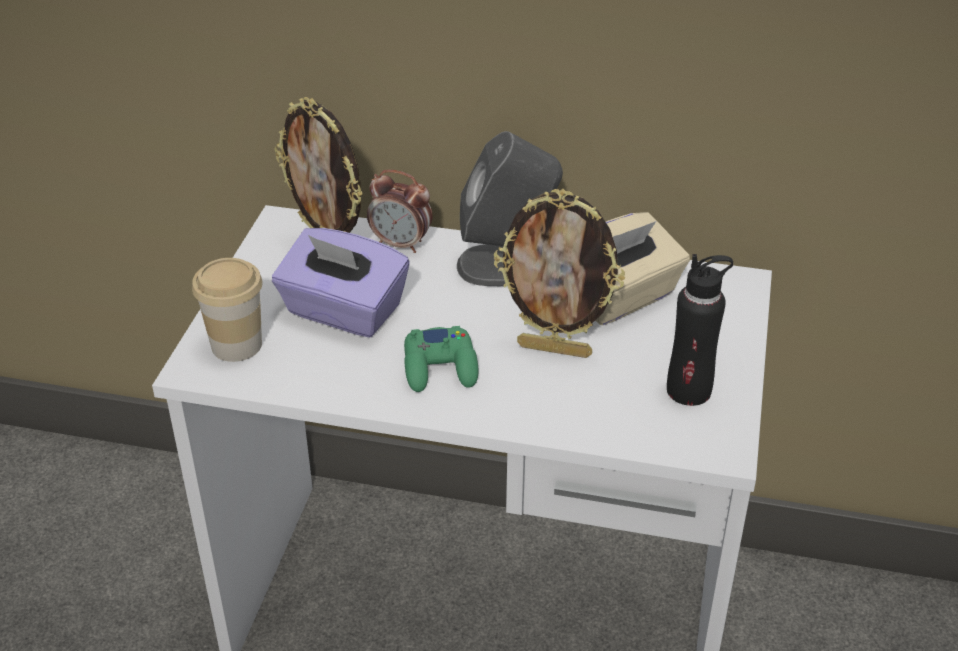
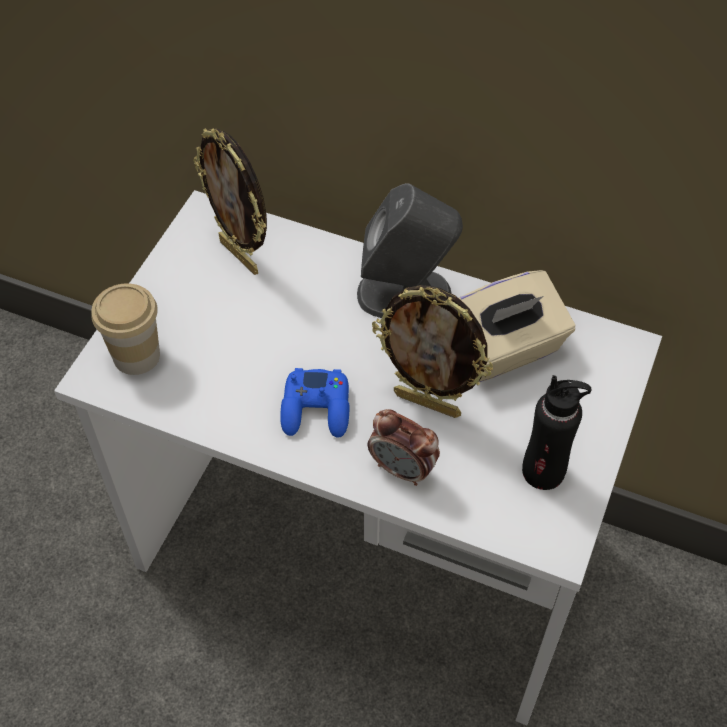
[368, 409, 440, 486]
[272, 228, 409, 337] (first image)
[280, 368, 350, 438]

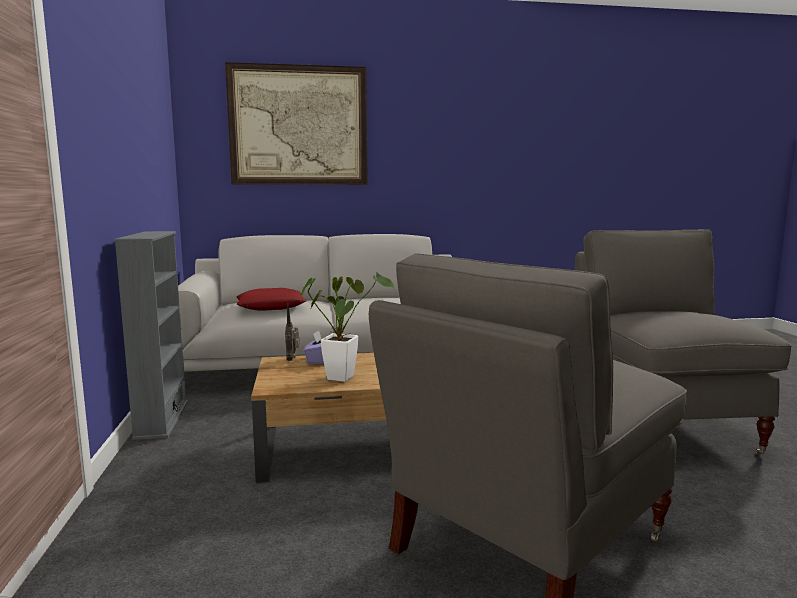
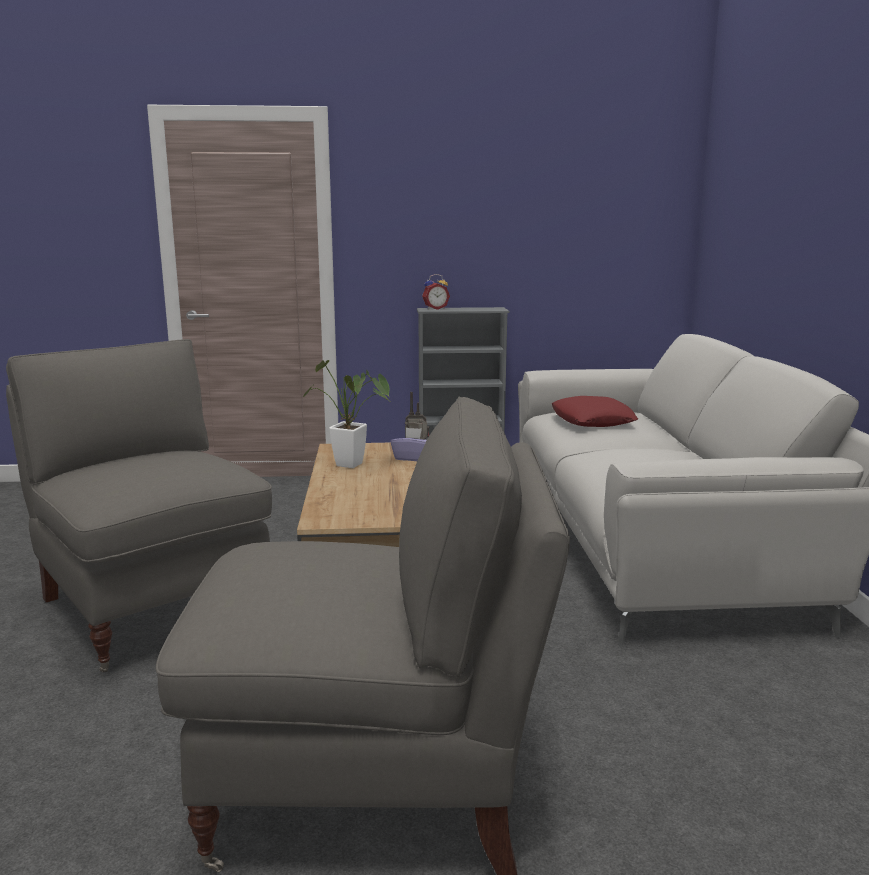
[225, 62, 368, 185] (first image)
[422, 274, 450, 310]

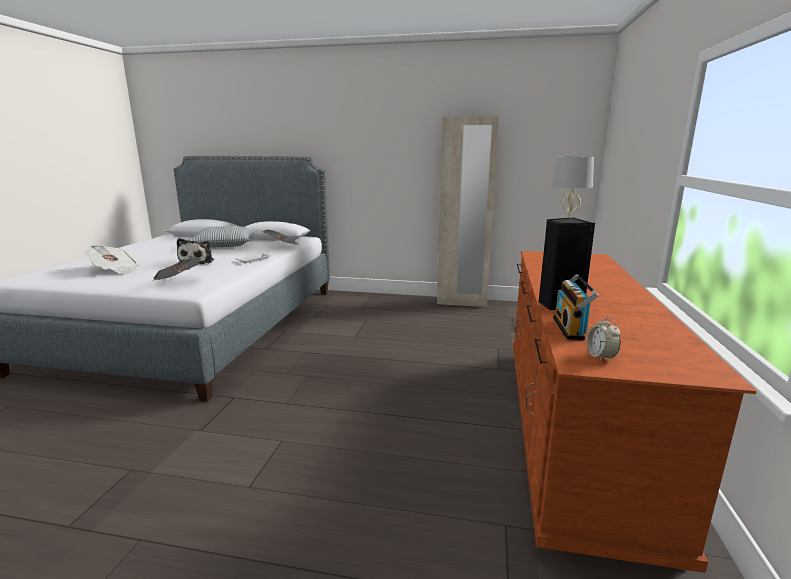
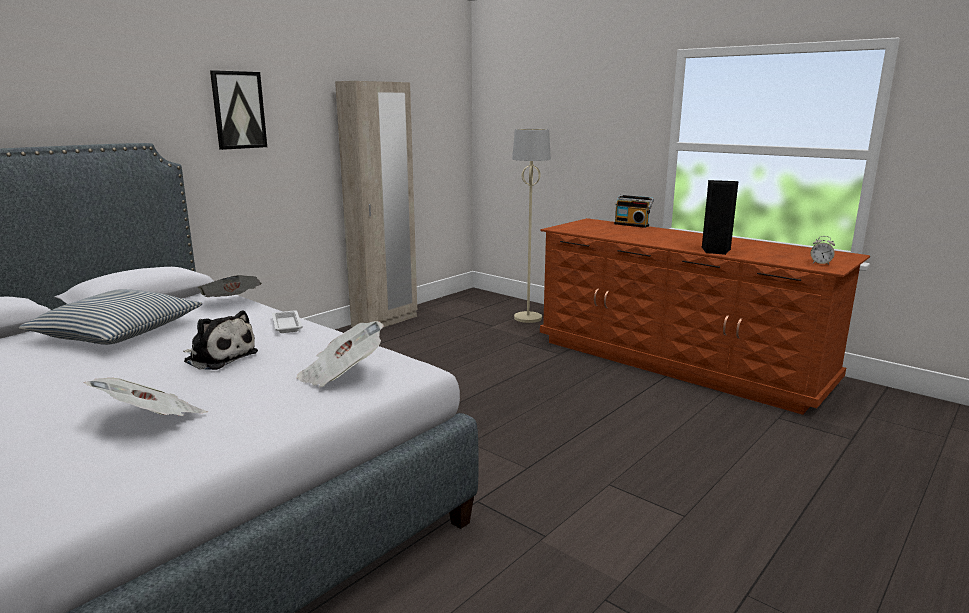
[614, 195, 654, 228]
[210, 70, 267, 150]

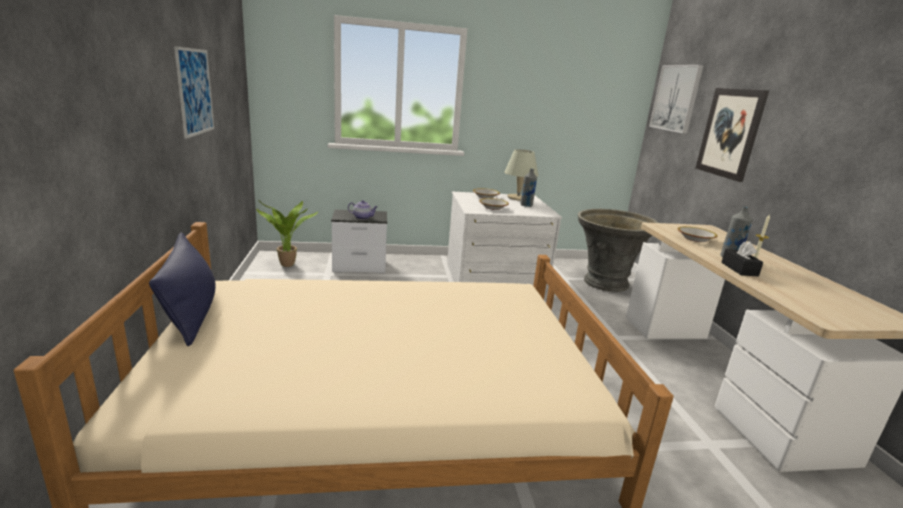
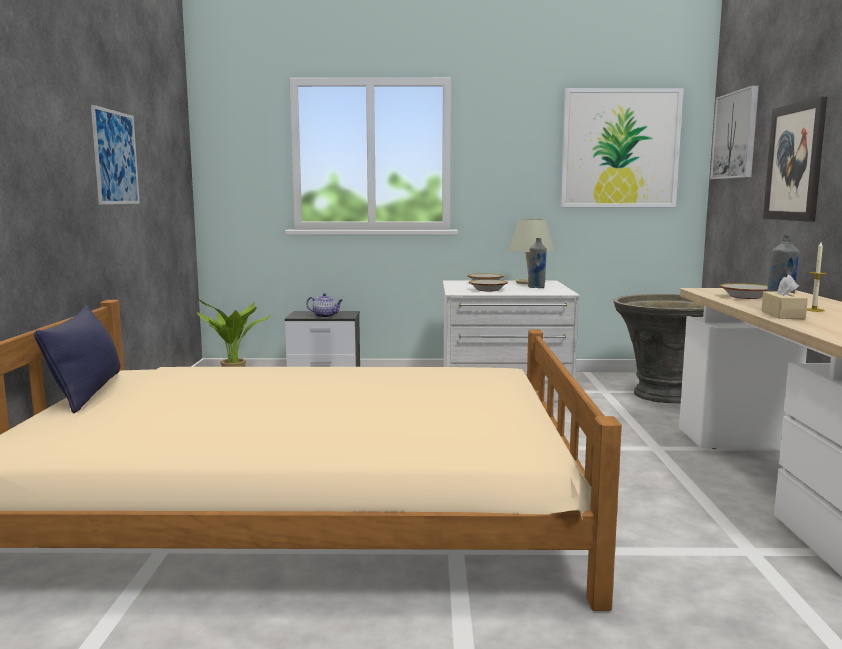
[762, 275, 808, 319]
[561, 88, 683, 207]

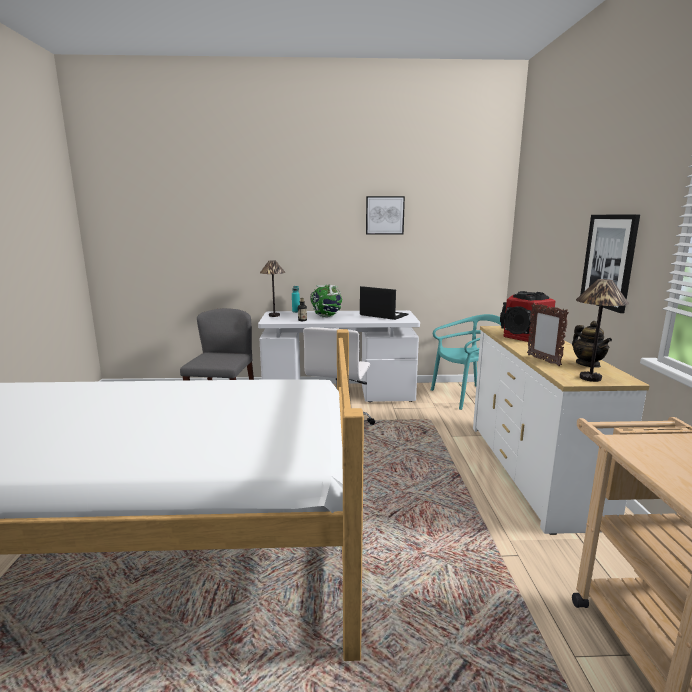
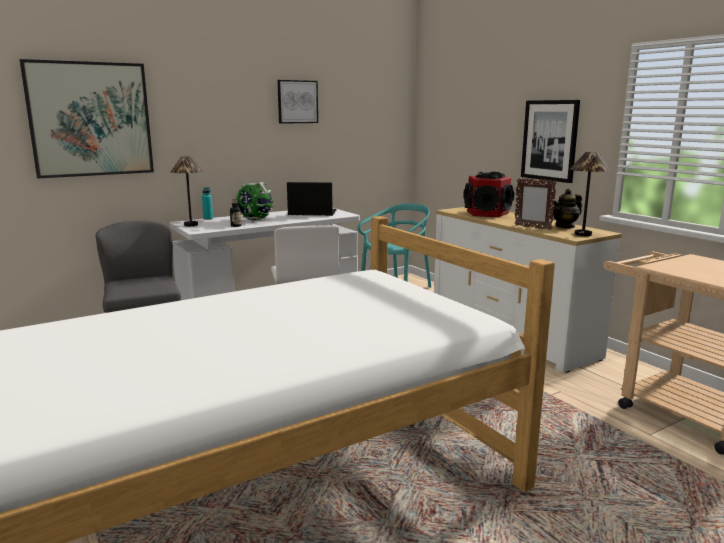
[552, 189, 582, 229]
[20, 59, 154, 179]

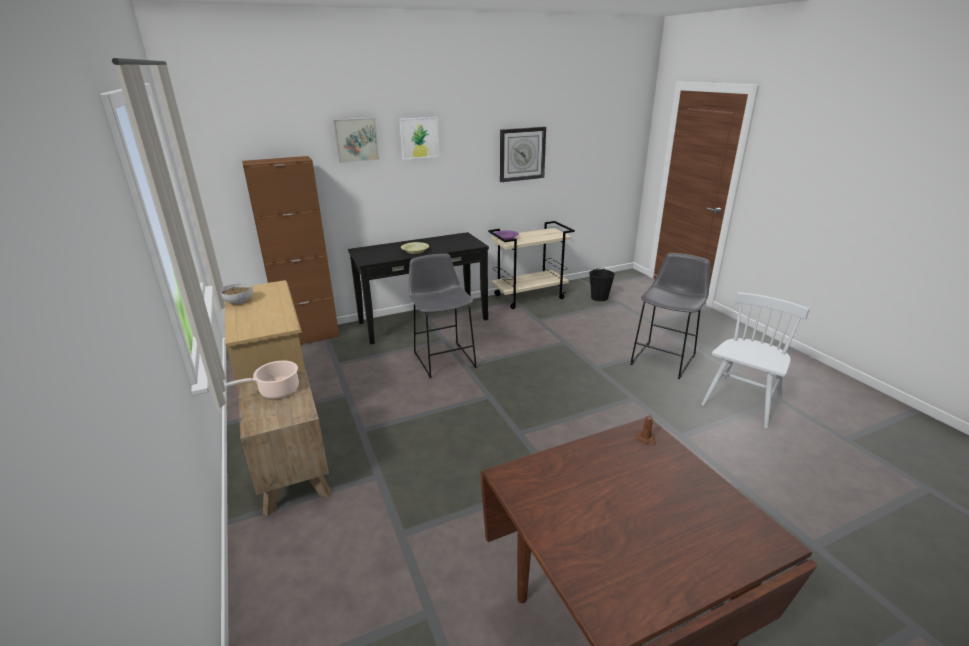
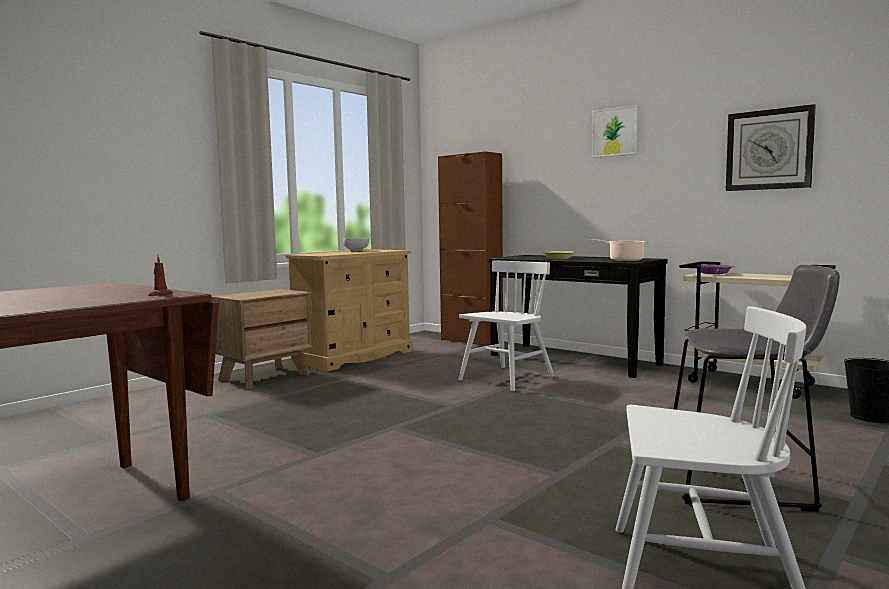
[333, 118, 379, 163] (first image)
[458, 260, 555, 391]
[587, 239, 646, 261]

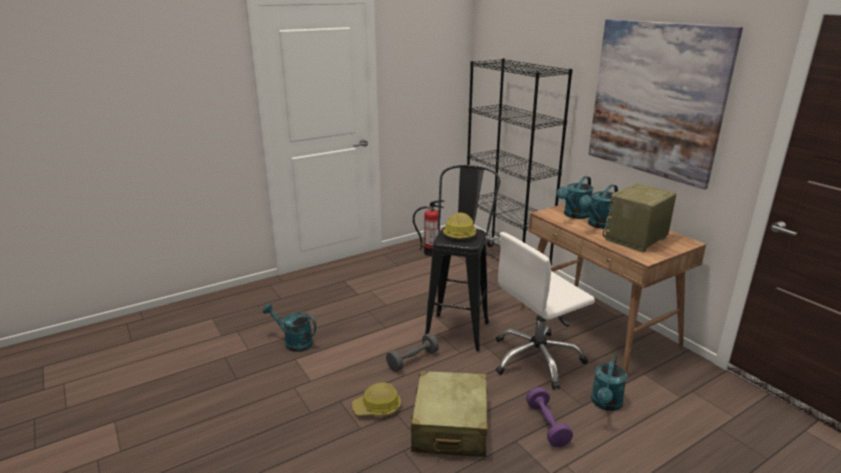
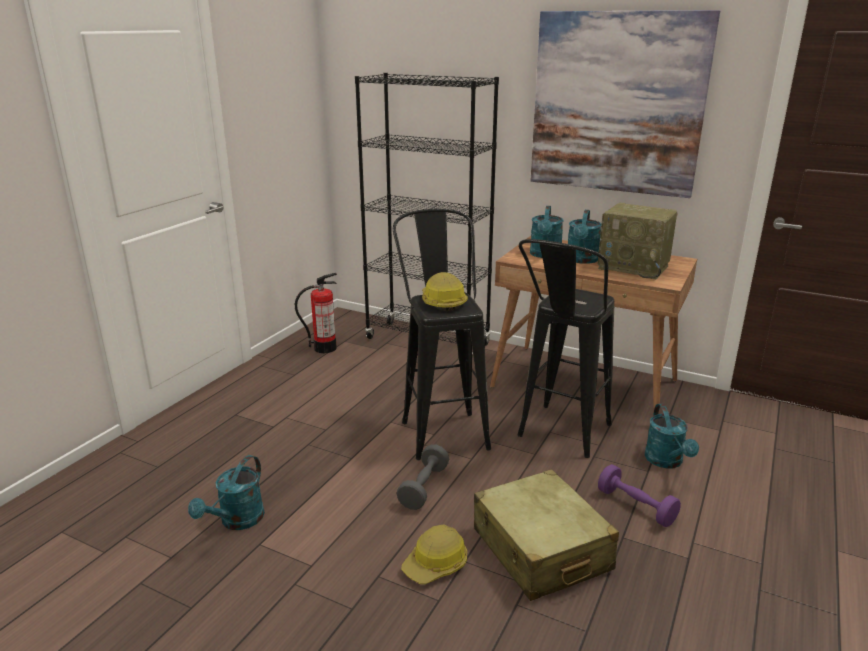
[597, 203, 678, 279]
[517, 239, 614, 458]
[188, 455, 265, 530]

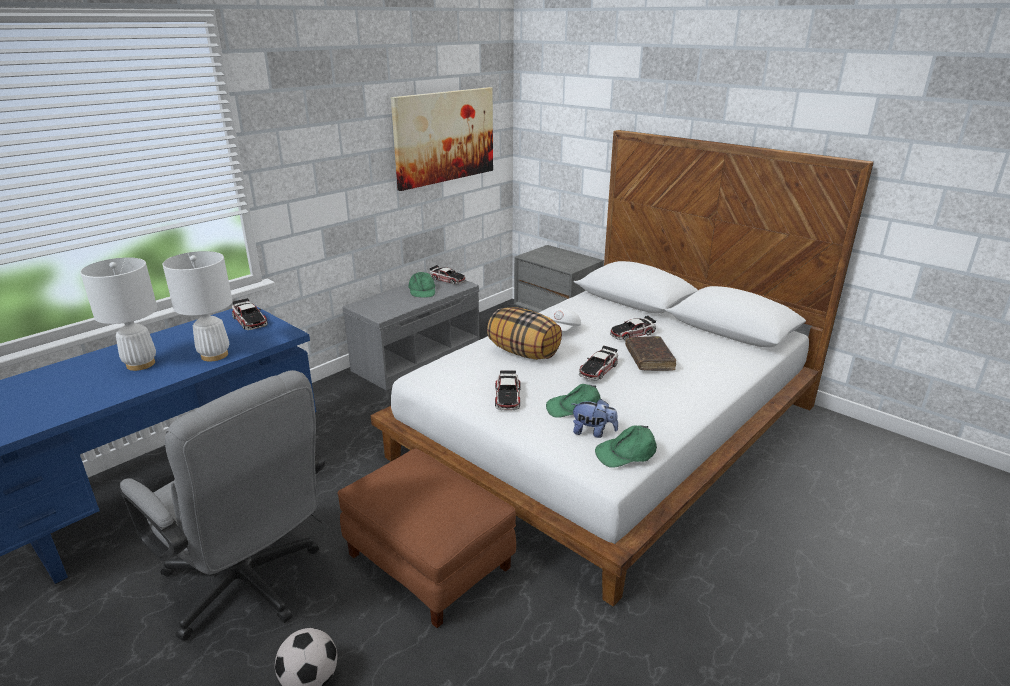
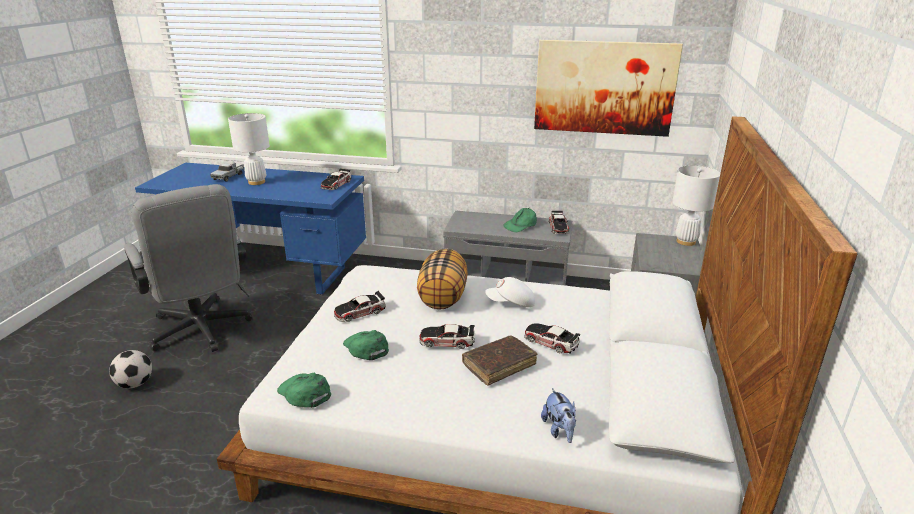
[672, 165, 720, 246]
[124, 184, 252, 352]
[541, 388, 576, 443]
[337, 448, 516, 628] (first image)
[210, 163, 244, 182]

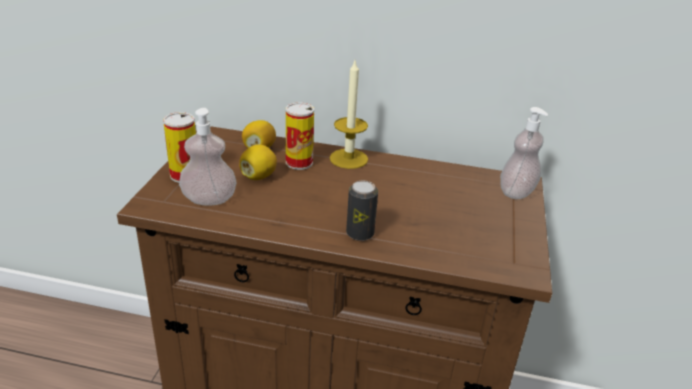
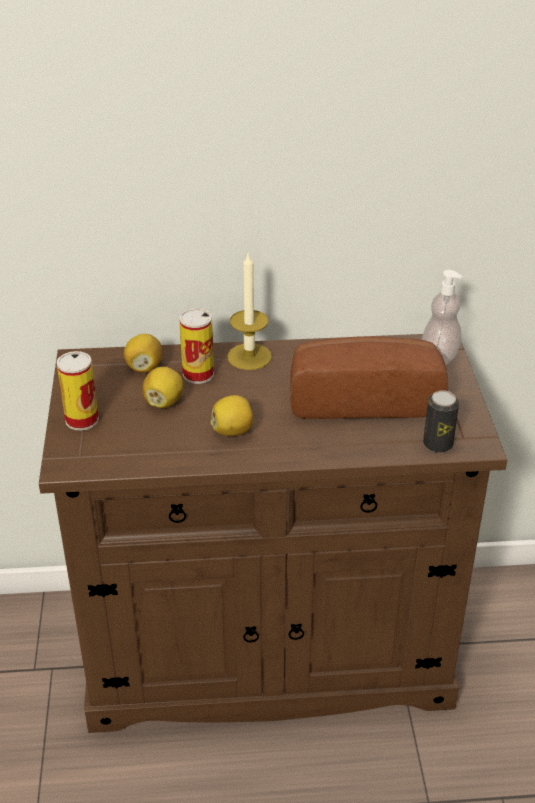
[179, 108, 236, 206] (first image)
[423, 390, 459, 453]
[290, 336, 448, 419]
[211, 395, 253, 436]

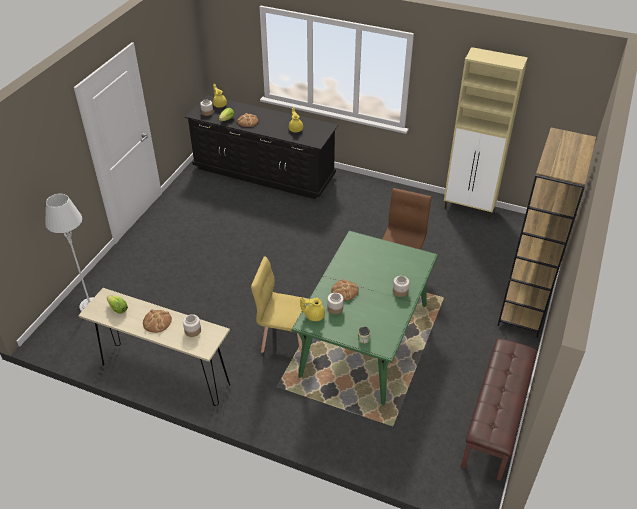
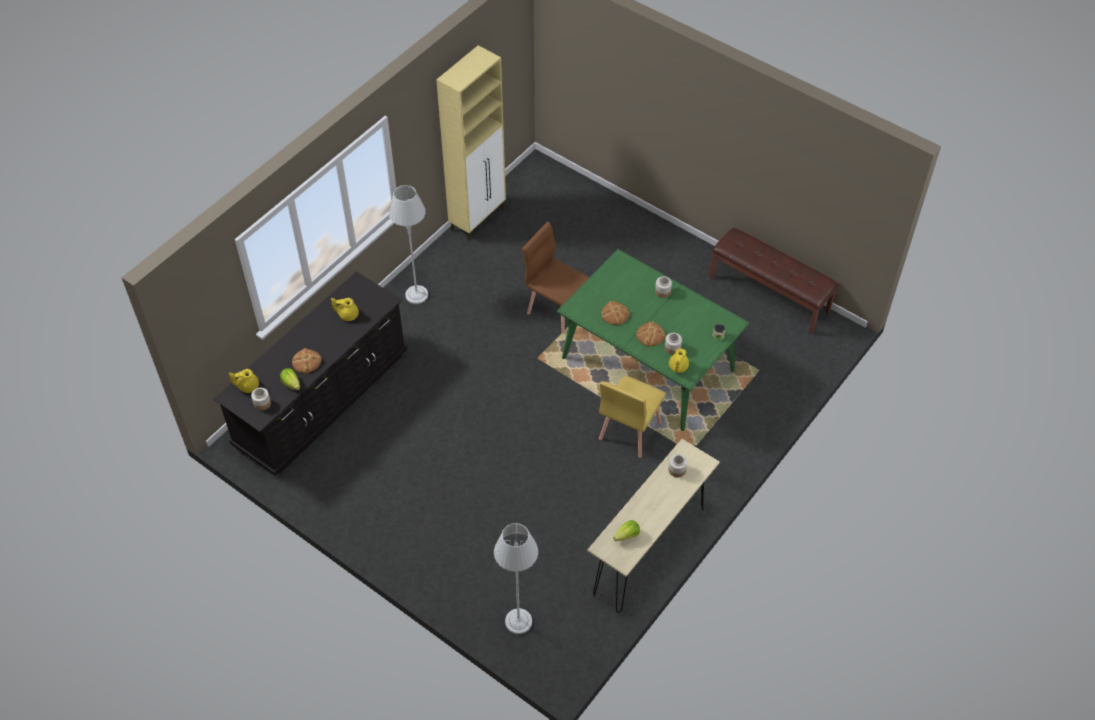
[497, 127, 596, 337] (first image)
[601, 301, 629, 325]
[388, 185, 428, 304]

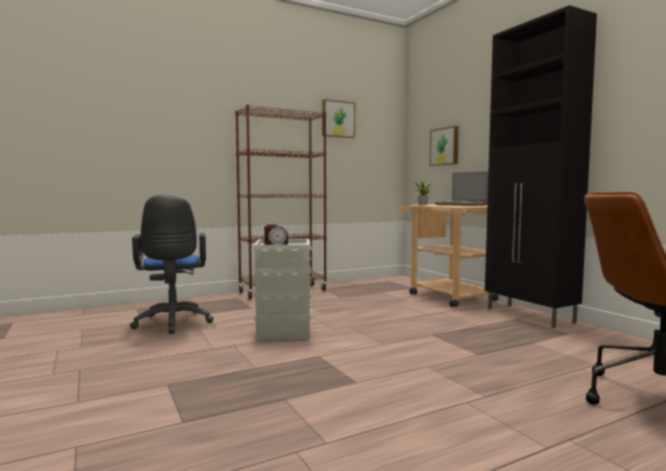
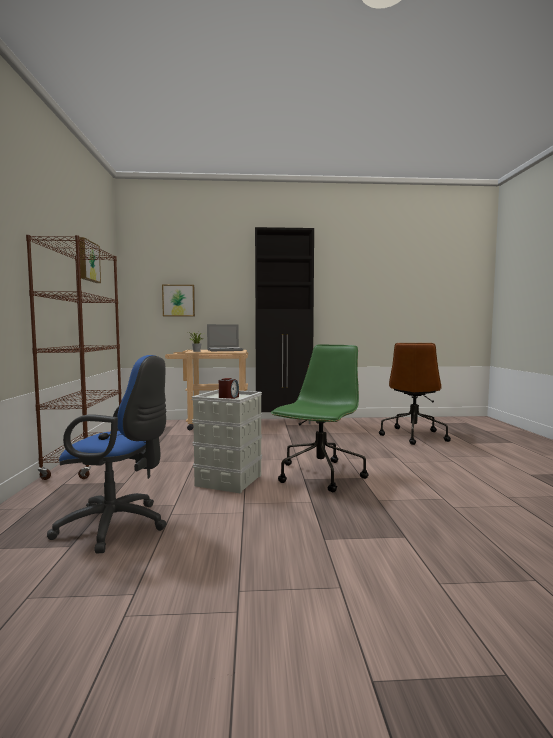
[271, 344, 369, 492]

